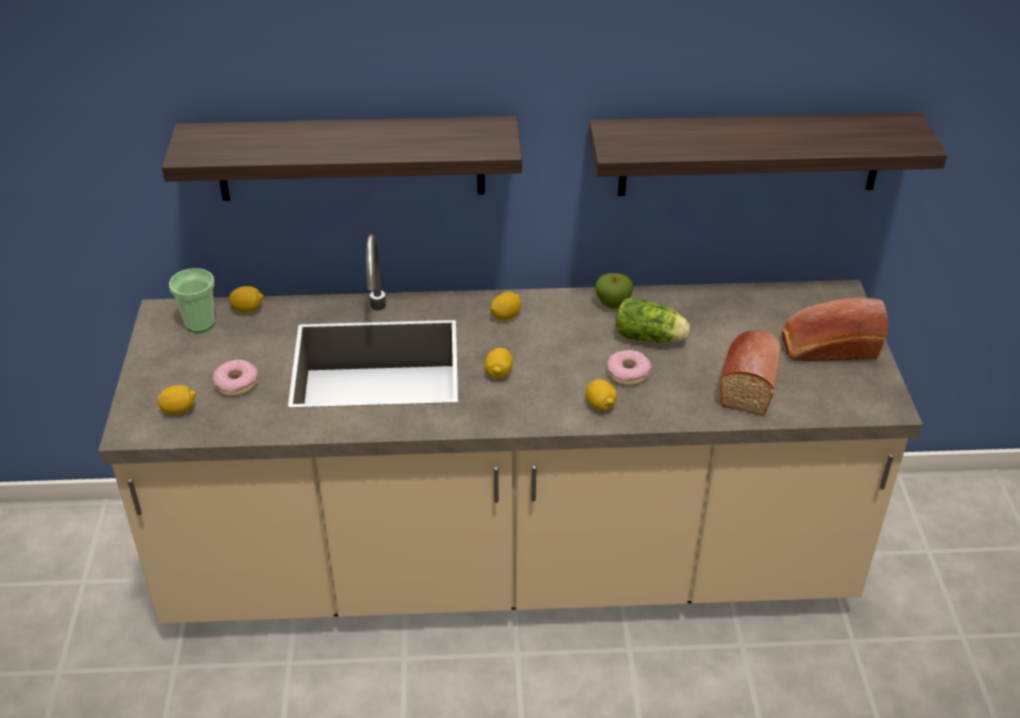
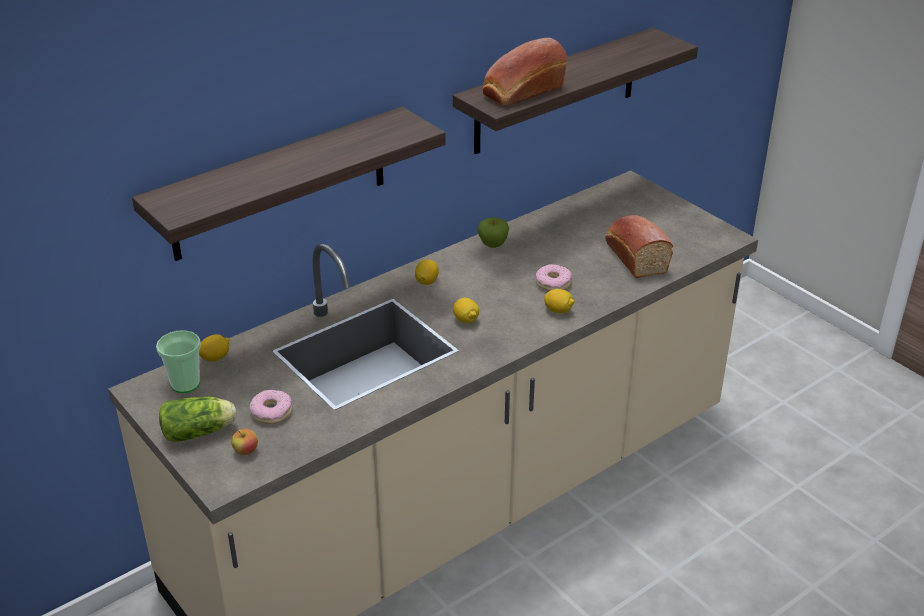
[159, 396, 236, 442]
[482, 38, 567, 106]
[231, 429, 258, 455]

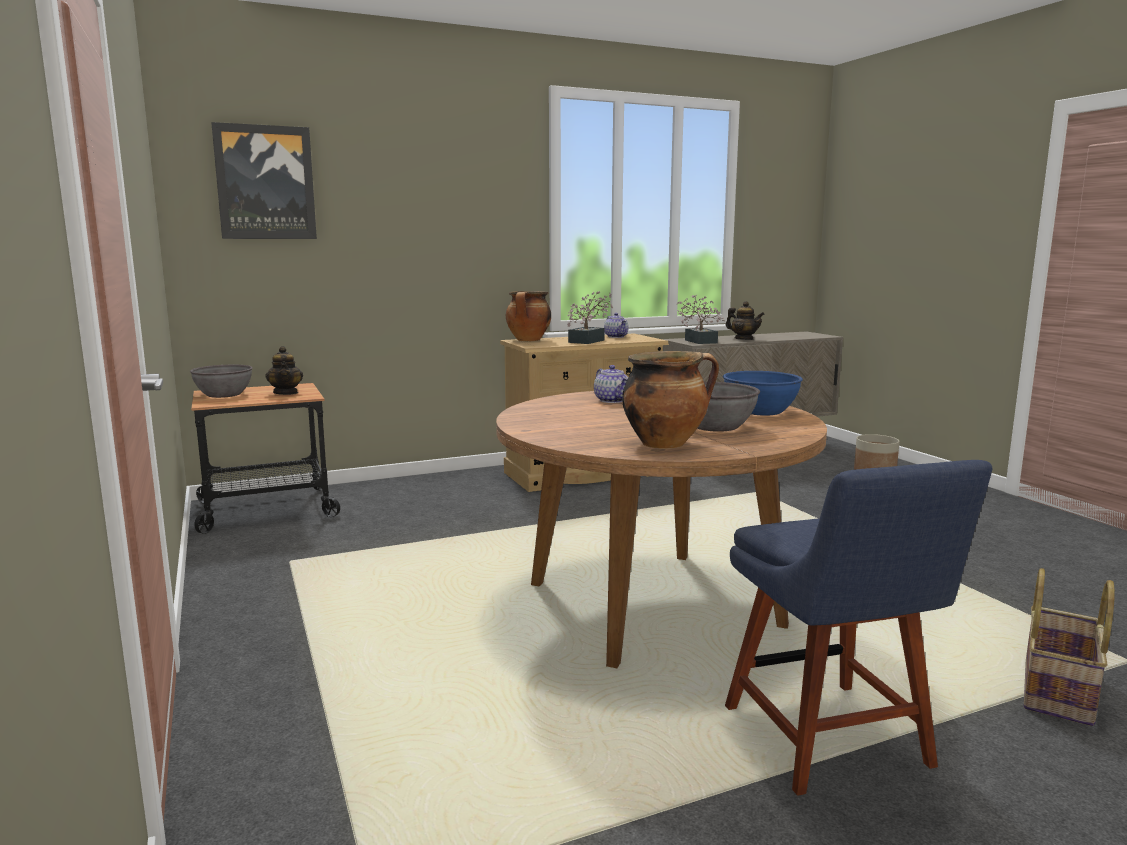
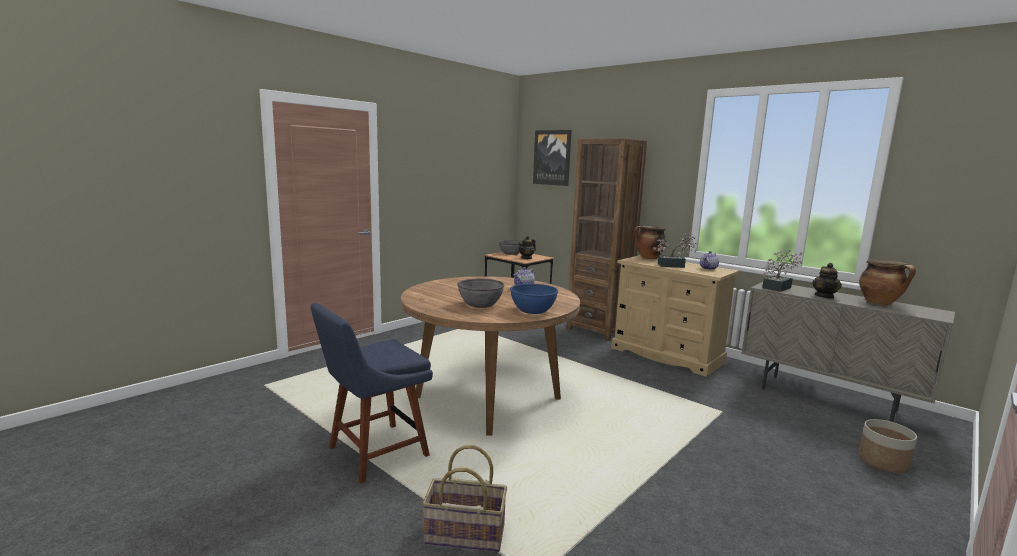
[859, 260, 916, 305]
[566, 138, 647, 341]

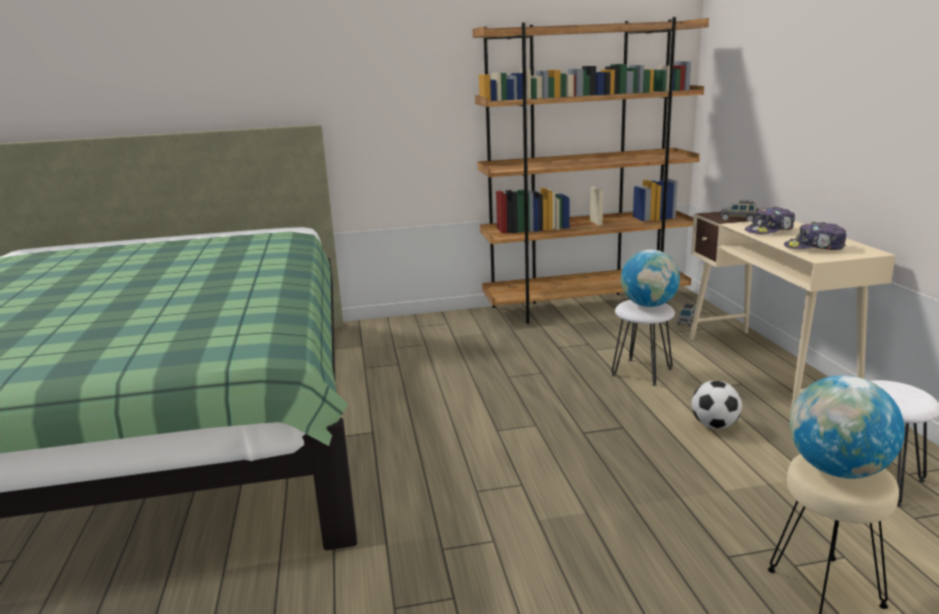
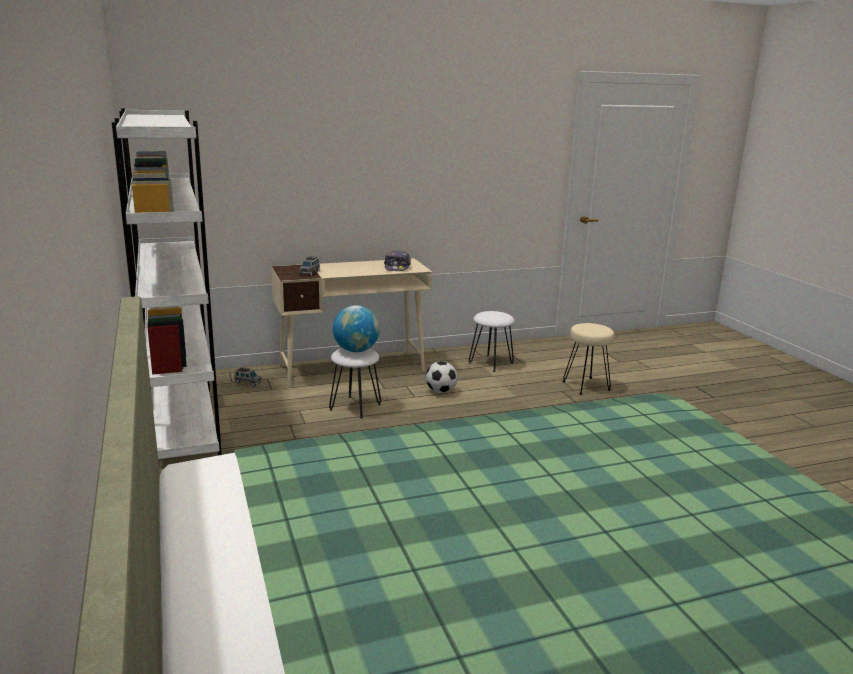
[112, 108, 222, 459]
[745, 207, 795, 234] (first image)
[790, 375, 905, 478] (first image)

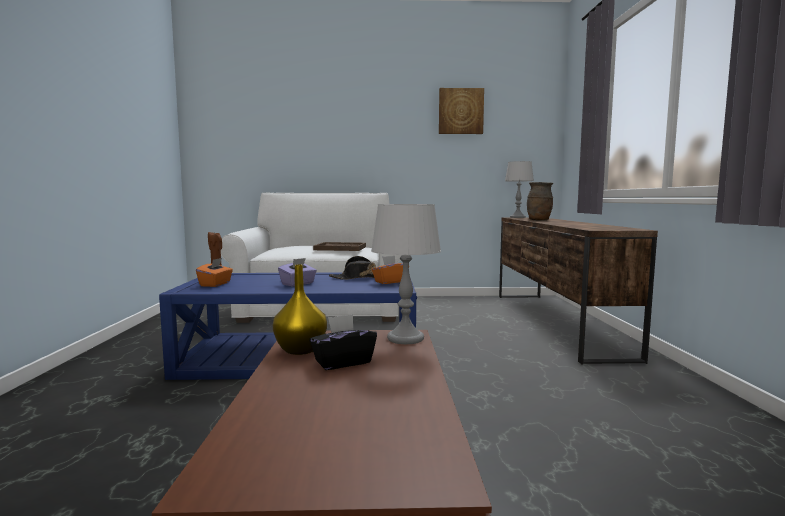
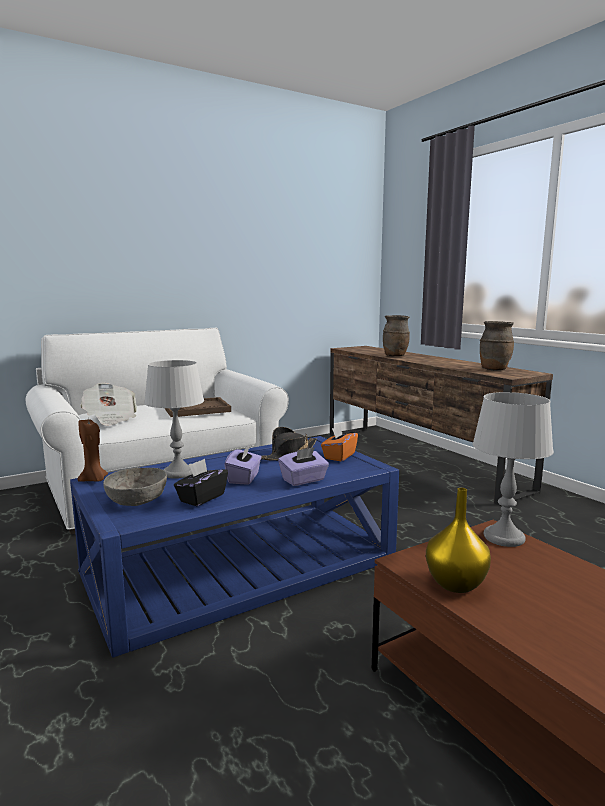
[439, 88, 484, 134] (first image)
[144, 360, 204, 479]
[103, 468, 167, 506]
[174, 459, 228, 506]
[480, 321, 514, 370]
[80, 383, 137, 426]
[278, 447, 329, 486]

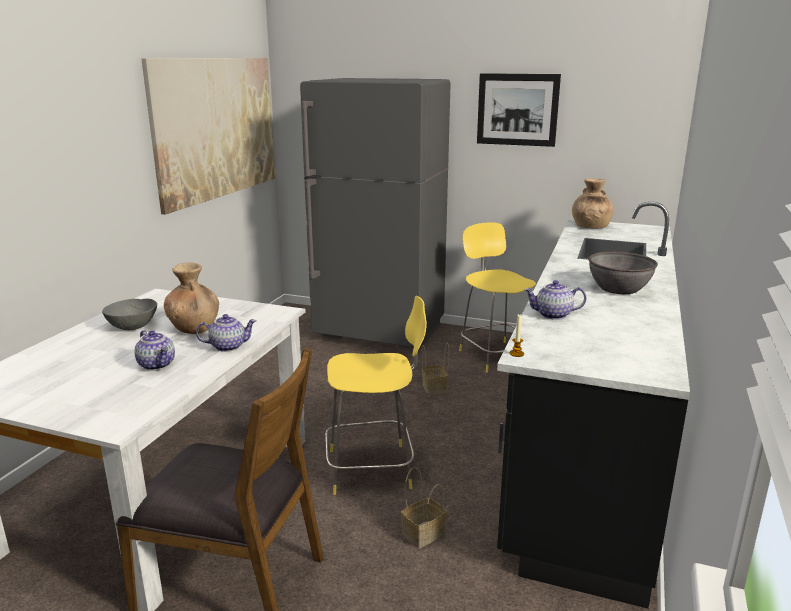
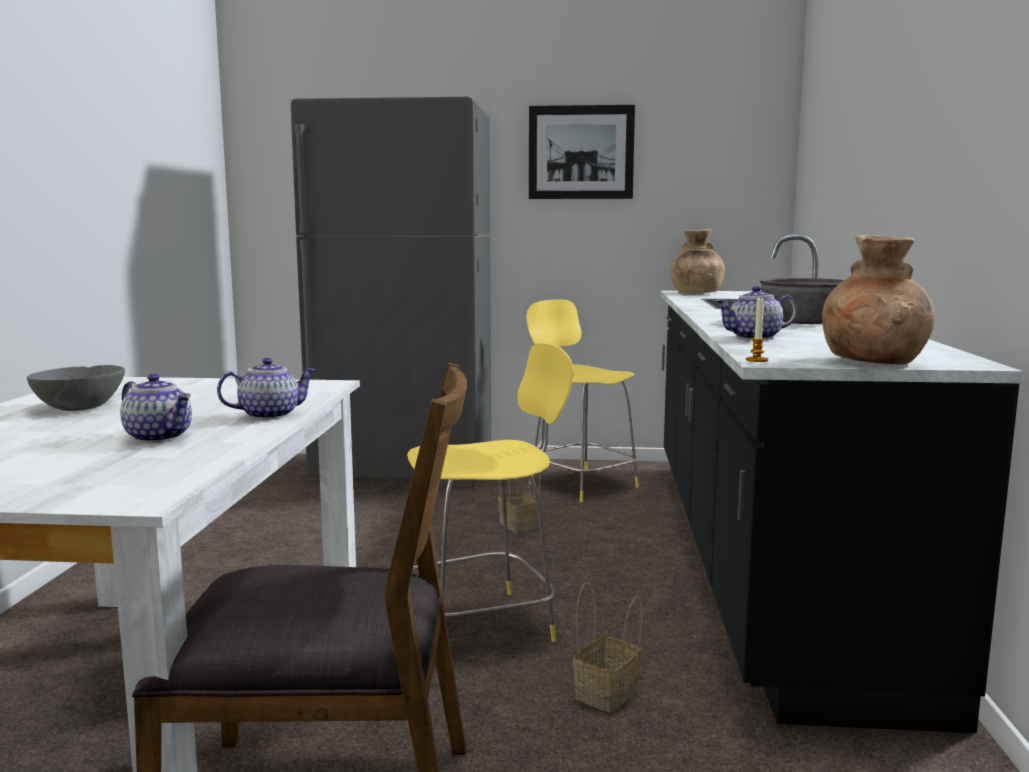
[141, 58, 275, 215] (first image)
[822, 235, 935, 365]

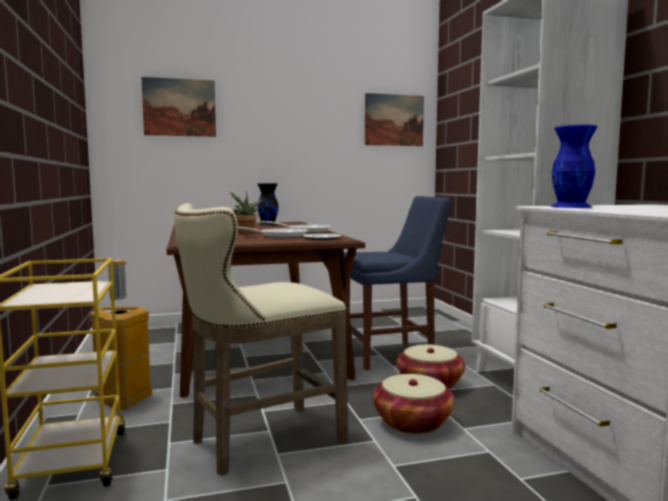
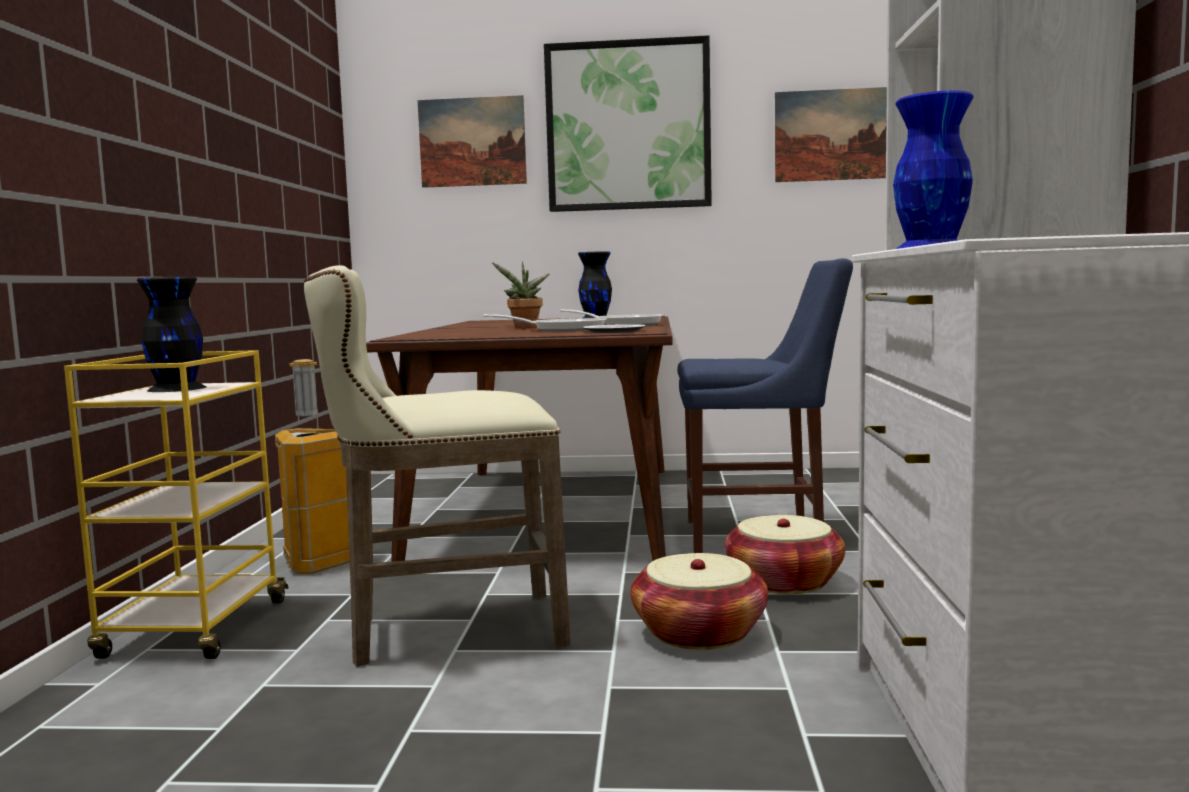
[544, 35, 712, 212]
[137, 277, 206, 392]

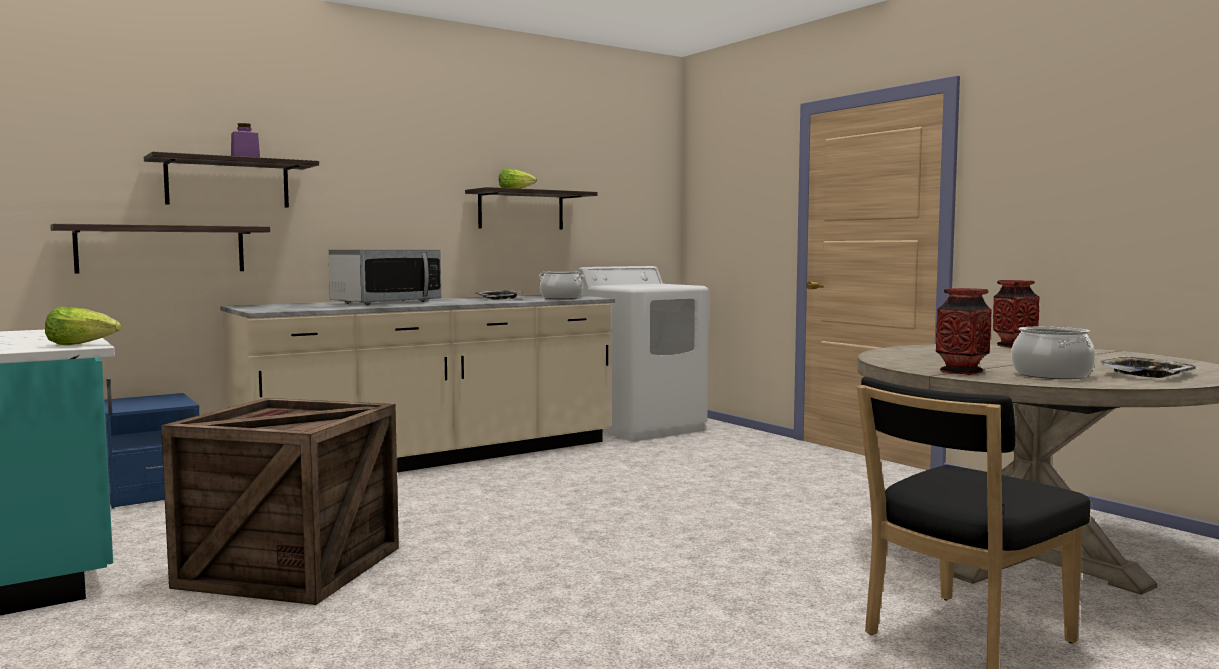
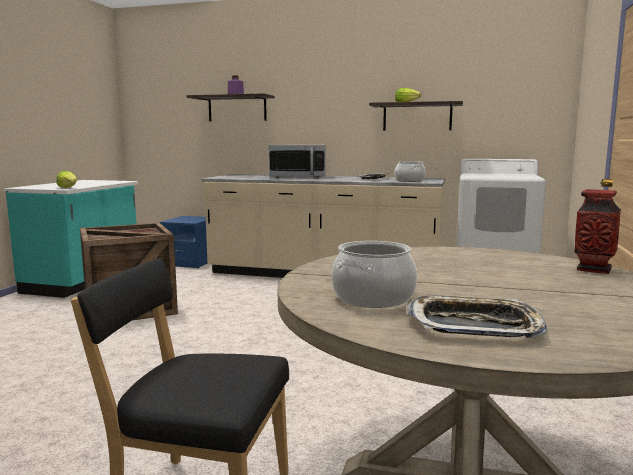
[50, 224, 270, 274] (first image)
[936, 288, 992, 375] (first image)

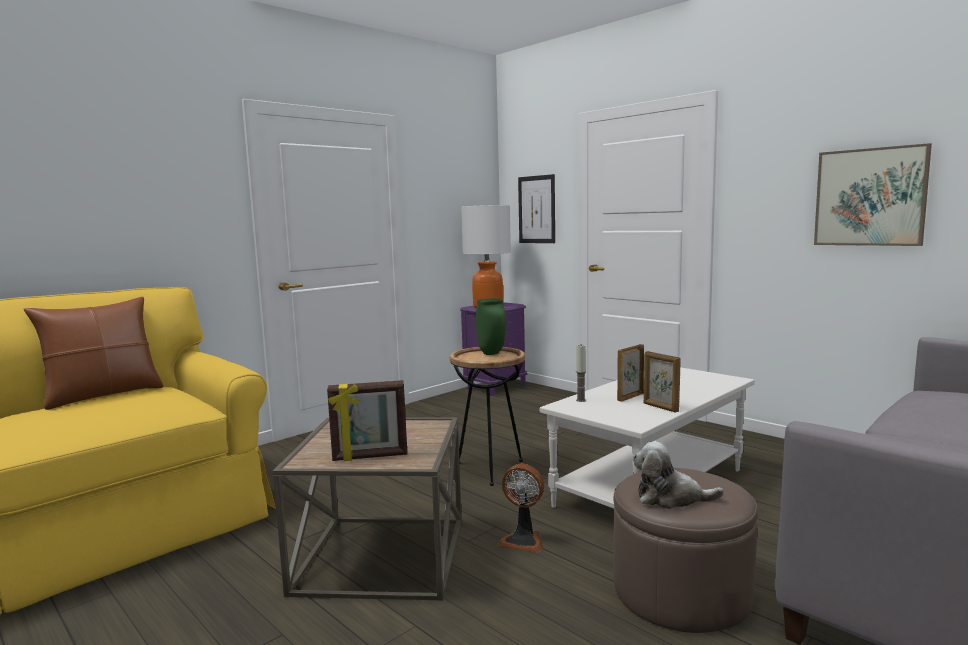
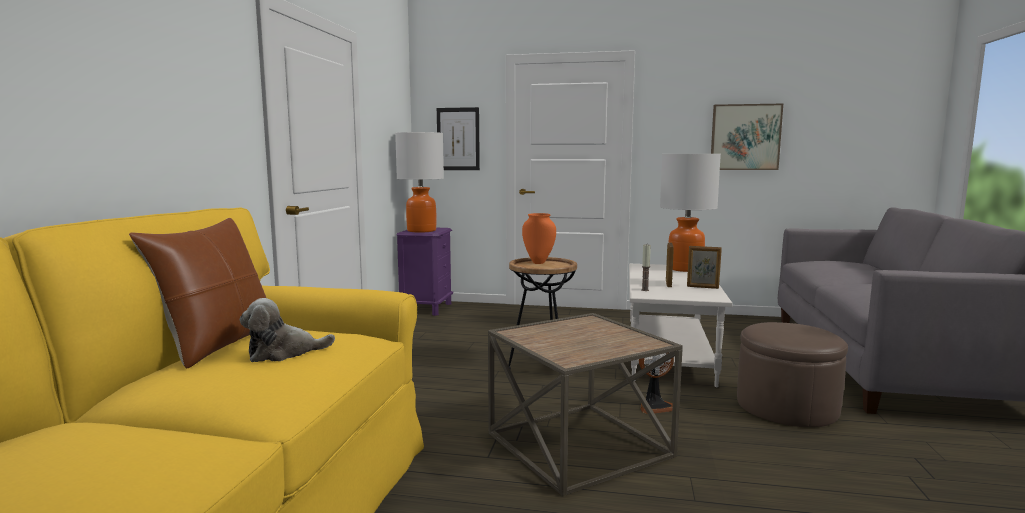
[522, 213, 556, 264]
[327, 380, 407, 461] (first image)
[240, 298, 335, 362]
[660, 154, 721, 272]

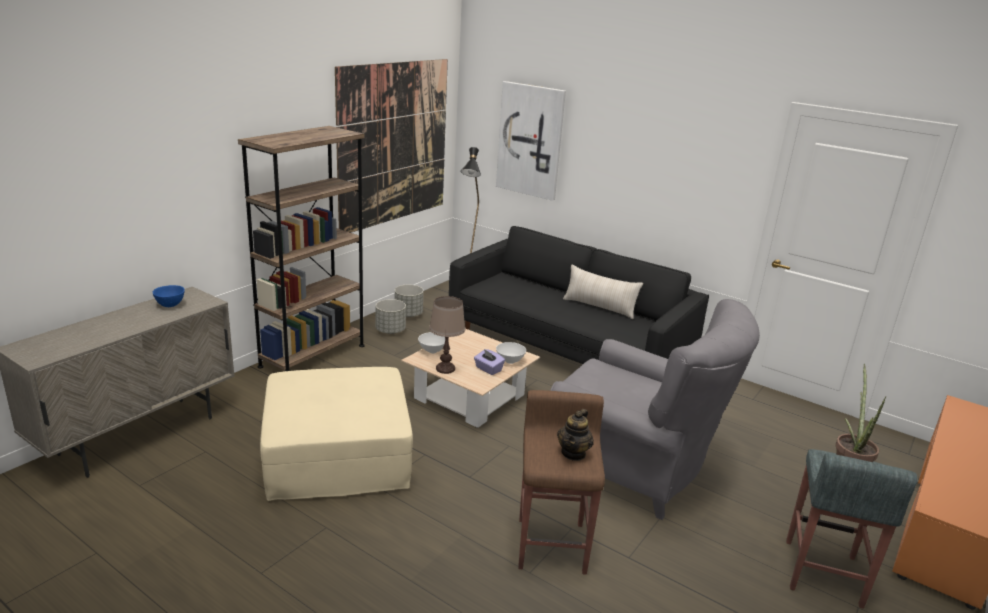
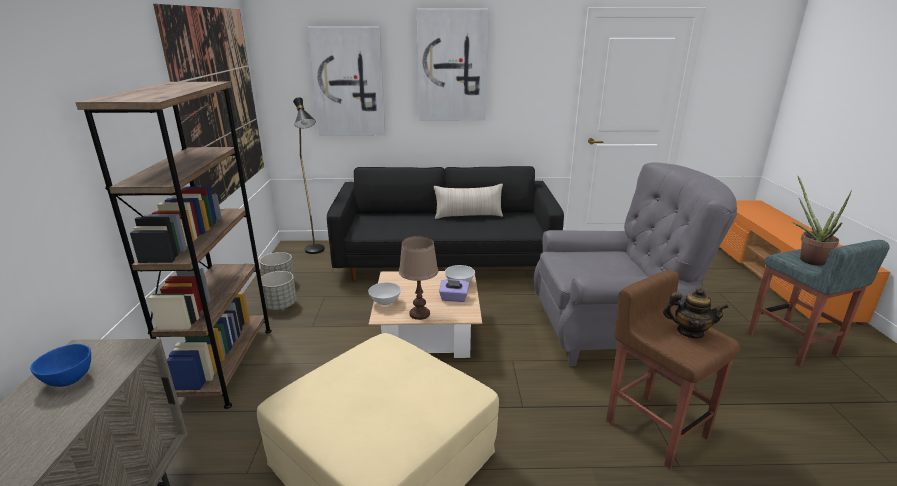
[663, 287, 729, 338]
[417, 9, 489, 121]

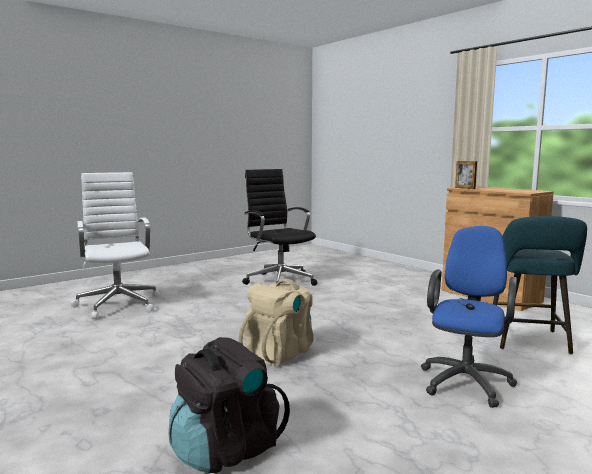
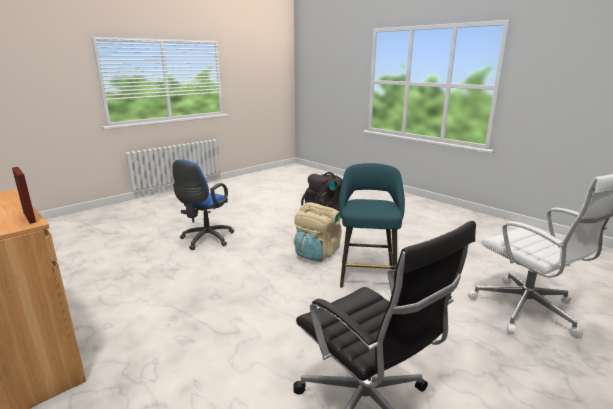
[339, 163, 405, 288]

